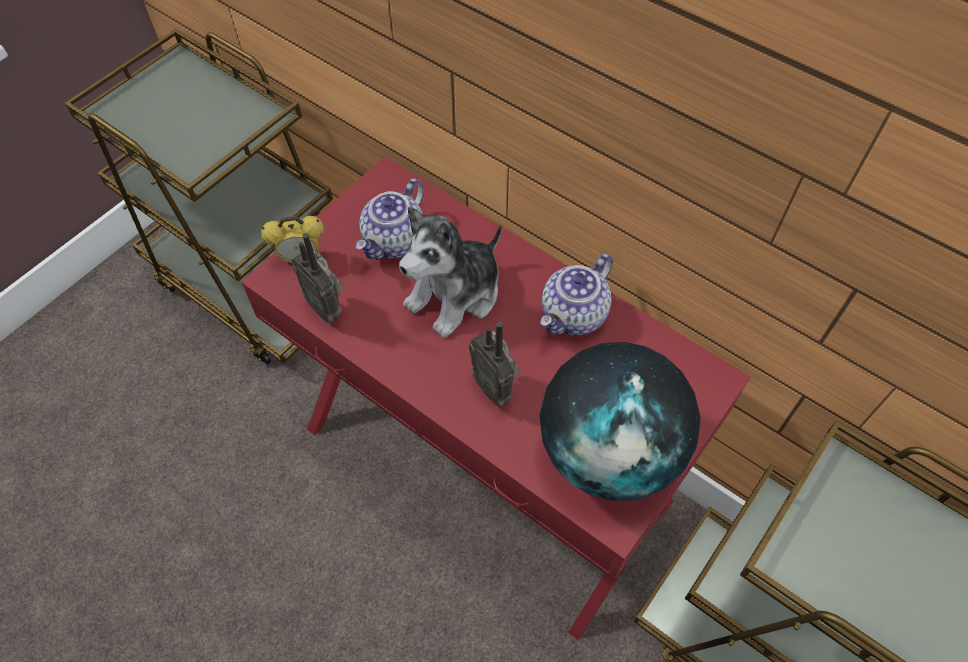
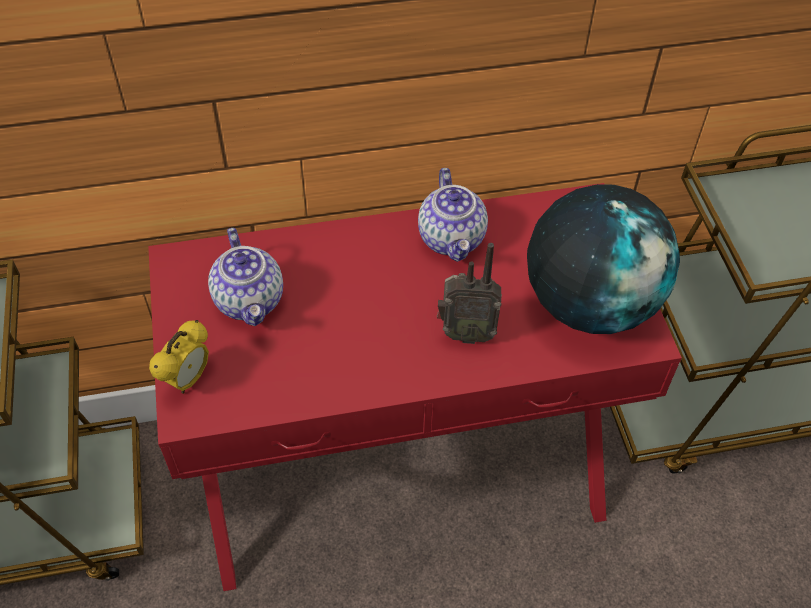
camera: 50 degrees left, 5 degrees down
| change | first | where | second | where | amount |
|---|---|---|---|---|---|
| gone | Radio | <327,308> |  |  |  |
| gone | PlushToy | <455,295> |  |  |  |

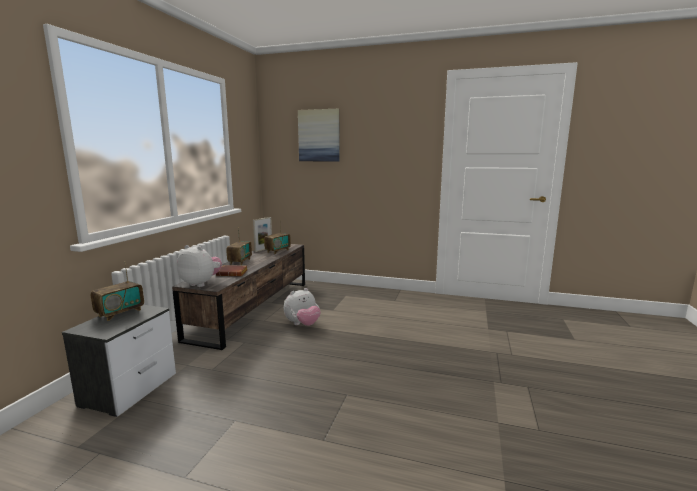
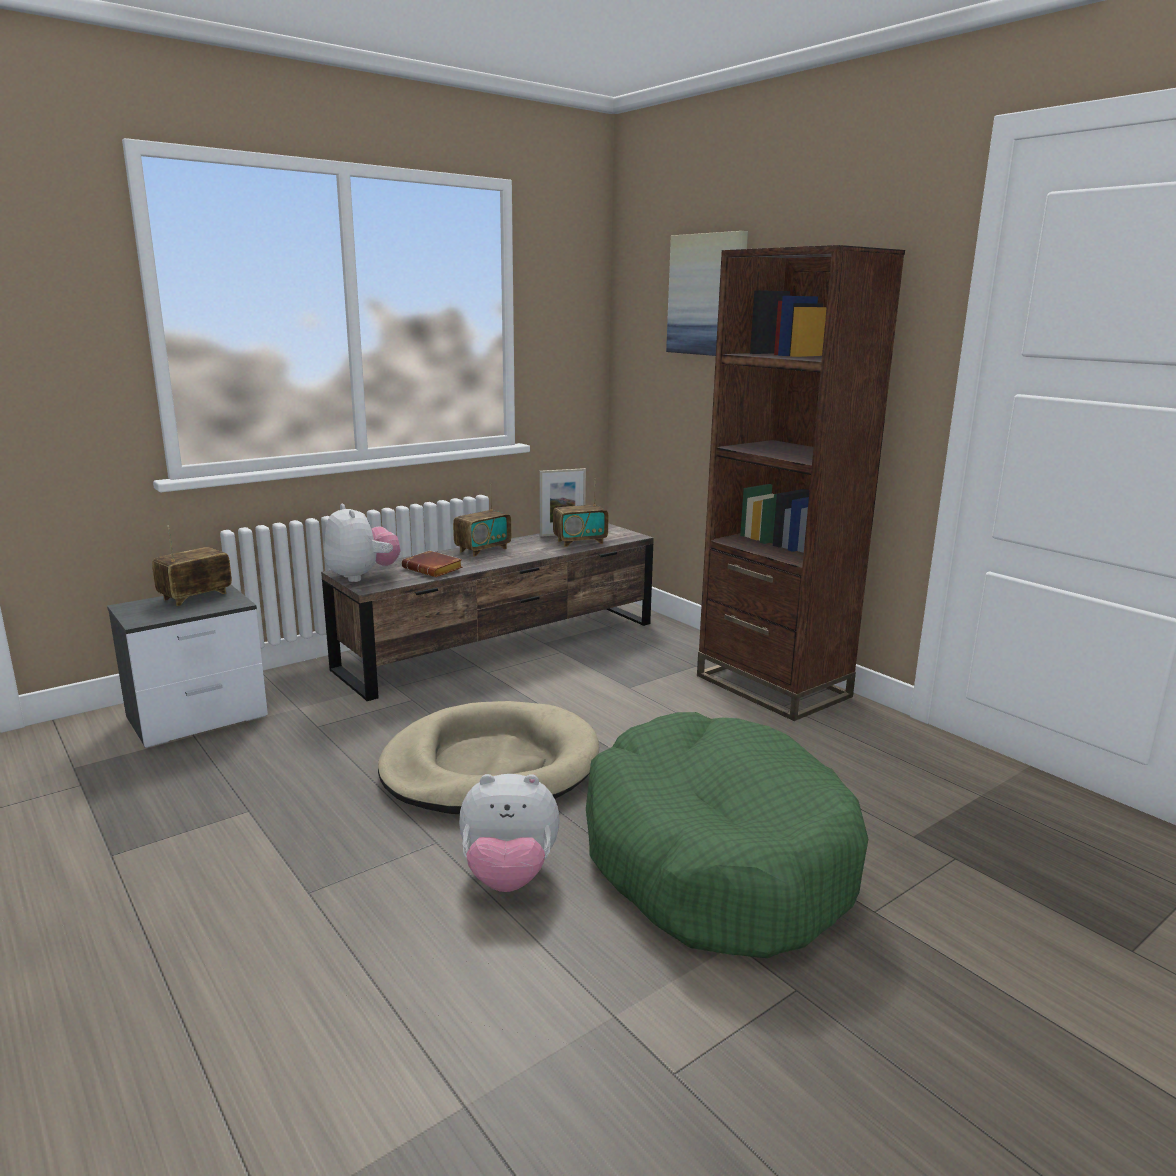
camera: 35 degrees right, 5 degrees up
| change | first | where | second | where | amount |
|---|---|---|---|---|---|
| rotated | Radio | <120,313> |  | <195,597> | 150 degrees clockwise |
| new |  |  | BeigeDogBed | <490,766> |  |
| shifted | PlushToy | <302,324> |  | <509,876> |  |
| new |  |  | GreenDogBed | <715,858> |  |
| new |  |  | BrownBookcase | <772,686> |  |

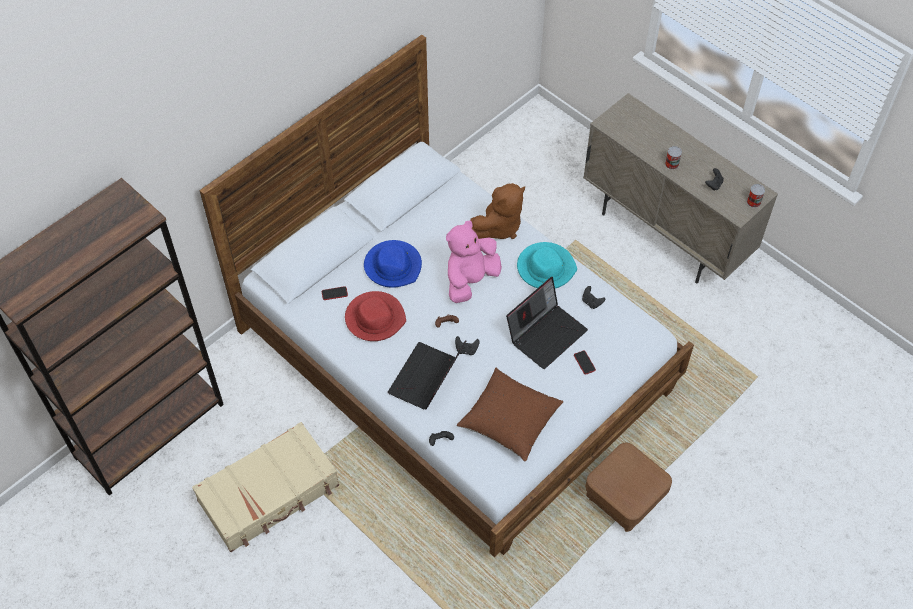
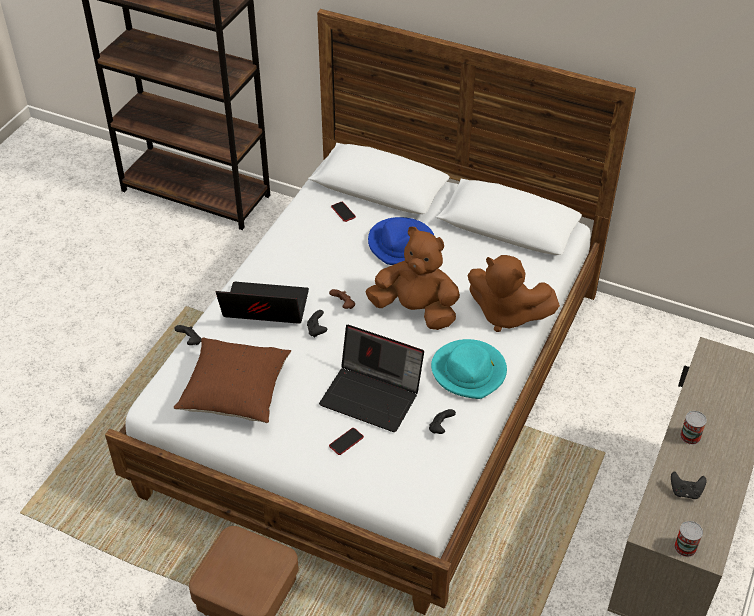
camera: 70 degrees right, 10 degrees down
| change | first | where | second | where | amount |
|---|---|---|---|---|---|
| repainted | PinkPlushToy | <470,280> | BrownPlushToy | <415,310> |  |
| gone | BeigeSuitcase | <269,494> |  |  |  |
| gone | RedHat | <375,318> |  |  |  |

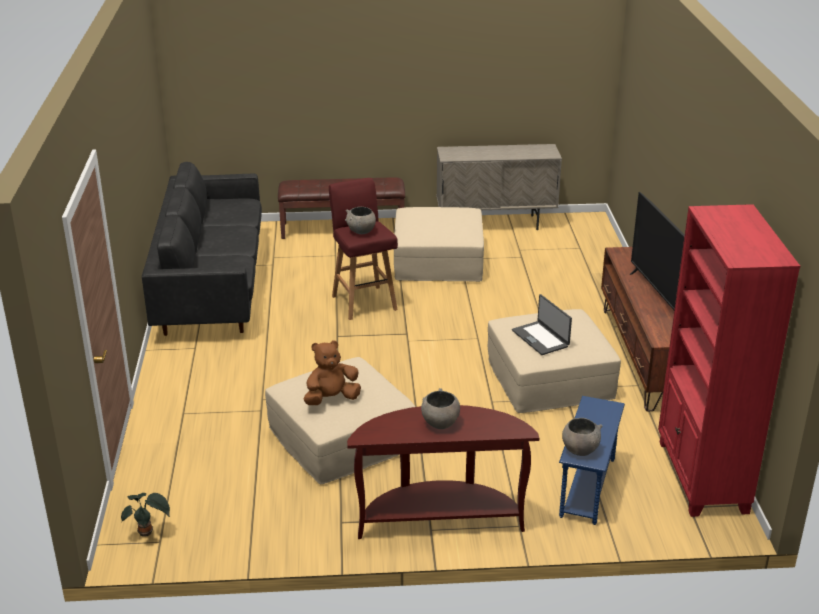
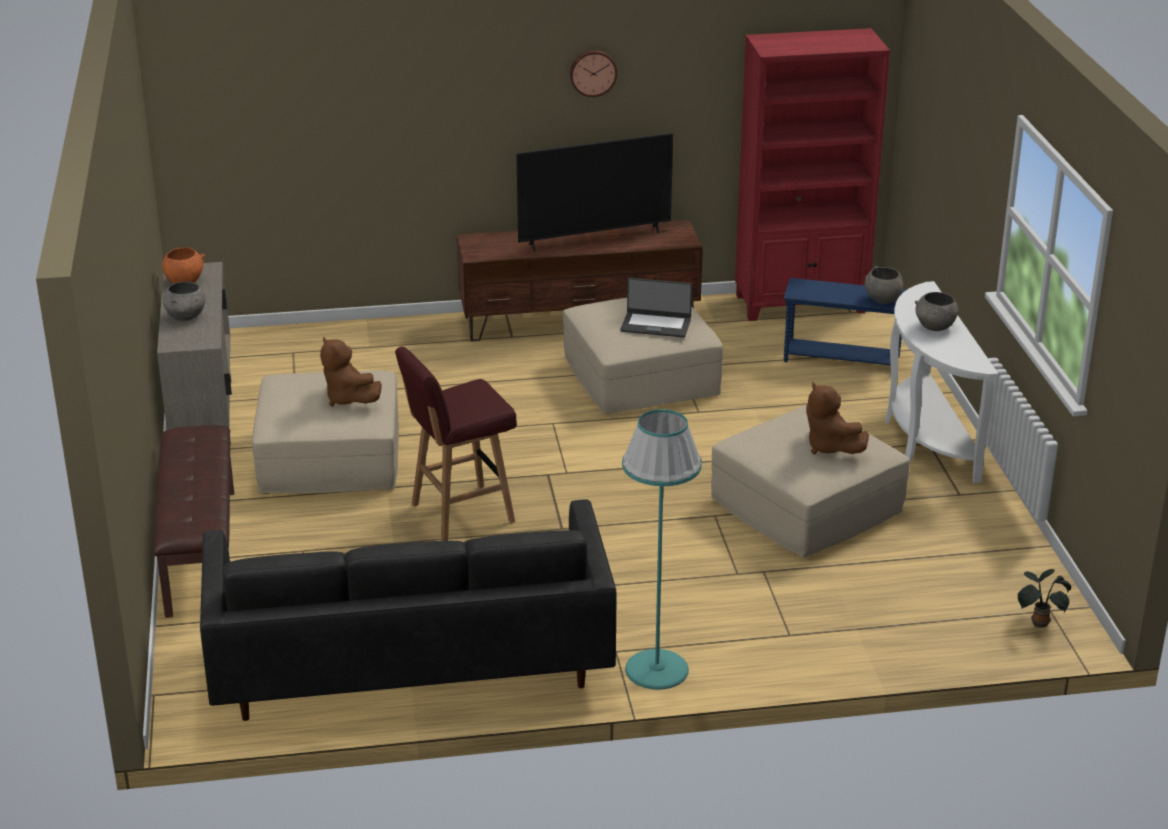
camera: 95 degrees left, 0 degrees up
| change | first | where | second | where | amount |
|---|---|---|---|---|---|
| new |  |  | OrangeBowl | <184,281> |  |
| shifted | GreyBowl | <361,231> |  | <186,316> |  |
| new |  |  | BrownPlushToy | <348,399> |  |
| new |  |  | WallClock | <593,72> |  |
| rotated | Laptop | <541,338> |  | <656,325> | 45 degrees clockwise |
| new |  |  | TurquoiseFloorLamp | <656,669> |  |
| repainted | BrownConsoleTable | <439,518> | WhiteConsoleTable | <926,437> |  |

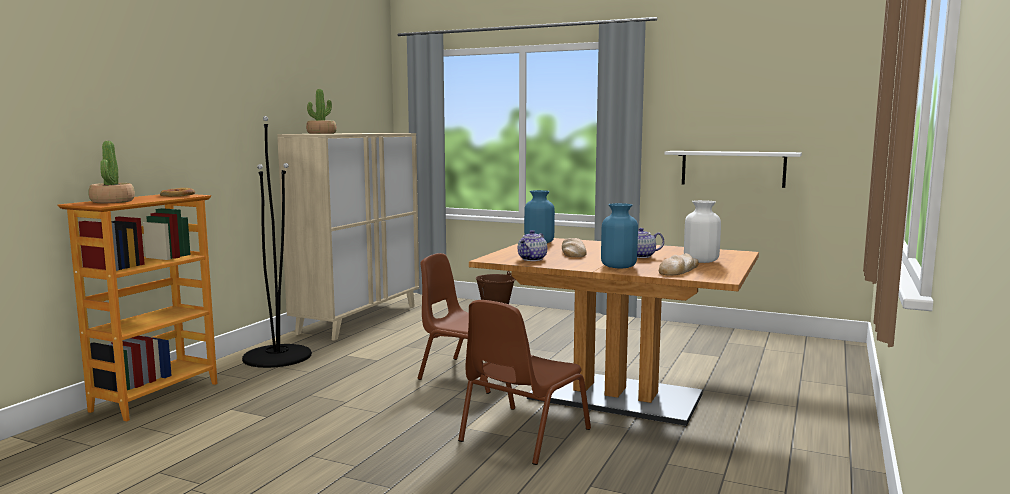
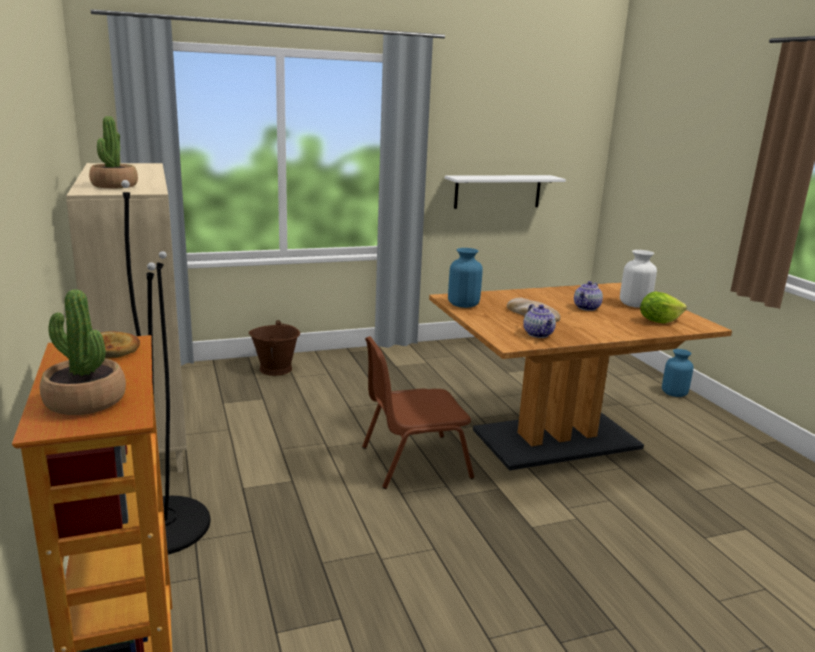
camera: 45 degrees left, 10 degrees up
| change | first | where | second | where | amount |
|---|---|---|---|---|---|
| swapped | Bread | <678,270> | Lettuce | <658,321> |  |
| shifted | BlueVase | <618,266> |  | <674,393> |  |
| gone | BrownChair | <522,435> |  |  |  |

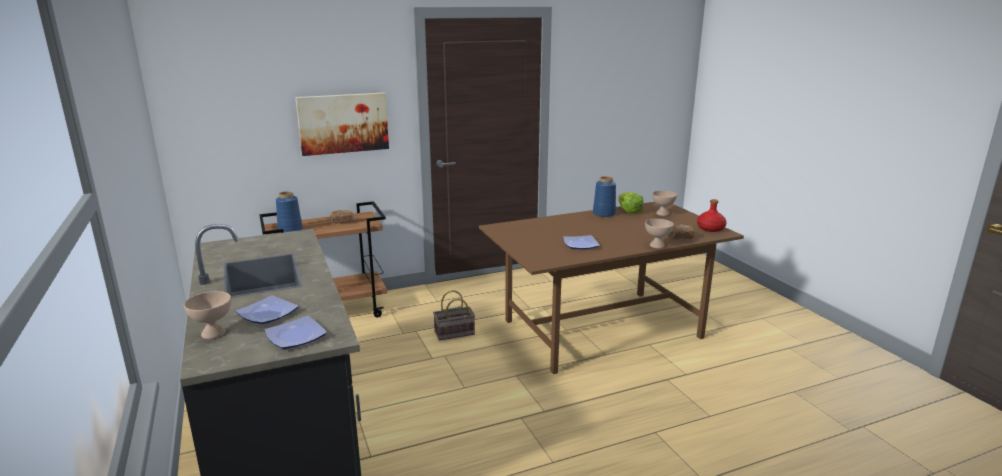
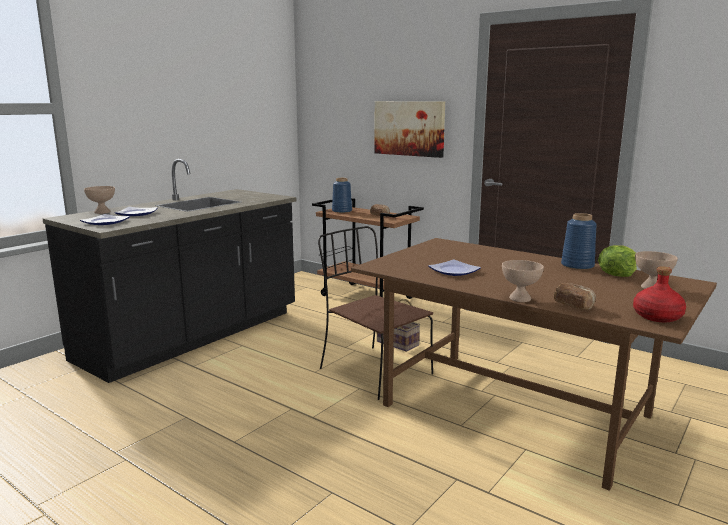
camera: 60 degrees right, 5 degrees down
| change | first | where | second | where | amount |
|---|---|---|---|---|---|
| new |  |  | BrownChair | <373,371> |  |

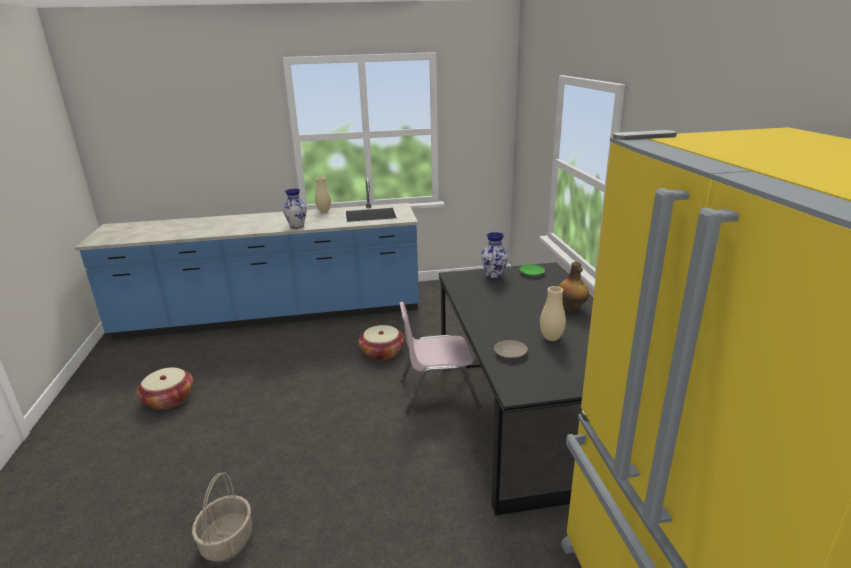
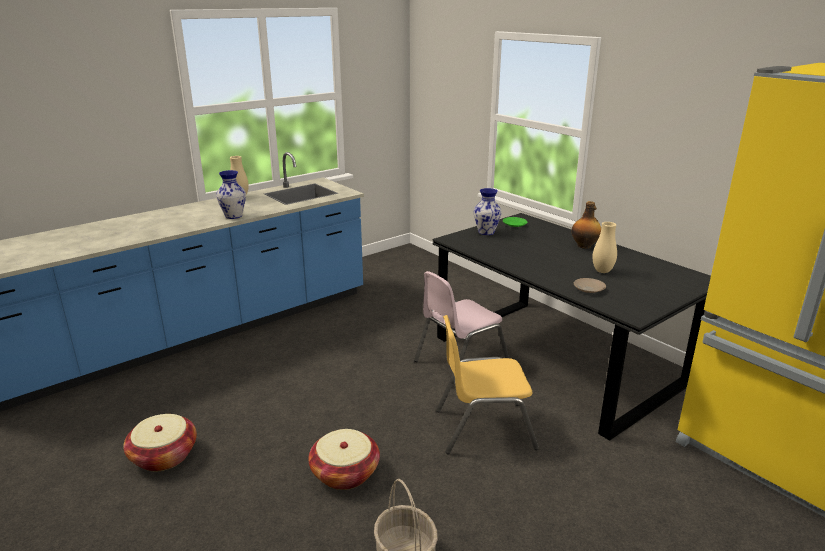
camera: 30 degrees left, 0 degrees up
| change | first | where | second | where | amount |
|---|---|---|---|---|---|
| shifted | Basket | <382,352> |  | <345,473> |  |
| new |  |  | YellowChair | <484,428> |  |

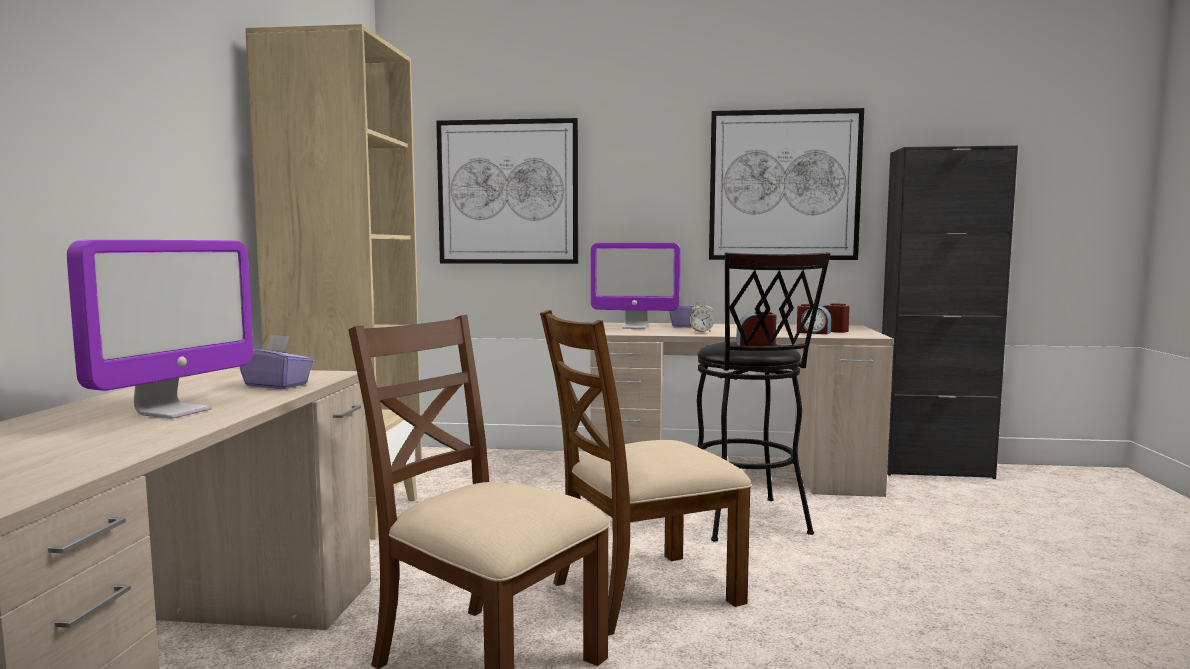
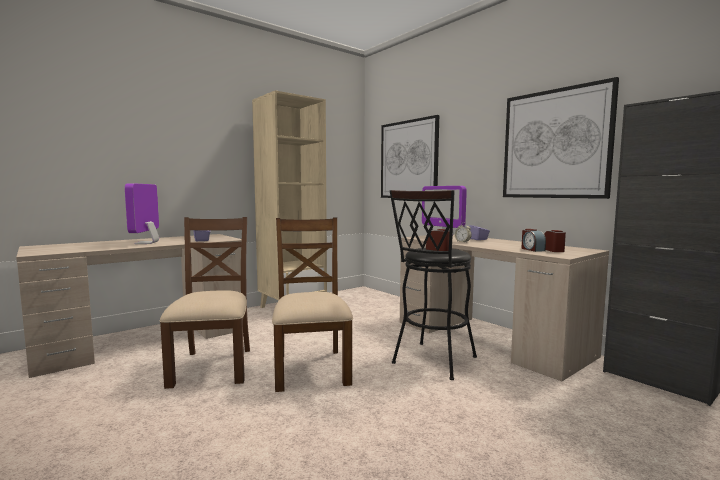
camera: 45 degrees right, 0 degrees up
| change | first | where | second | where | amount |
|---|---|---|---|---|---|
| rotated | Monitor | <173,412> |  | <147,243> | 105 degrees clockwise |
| rotated | BrownChair | <643,591> |  | <311,368> | 60 degrees clockwise |

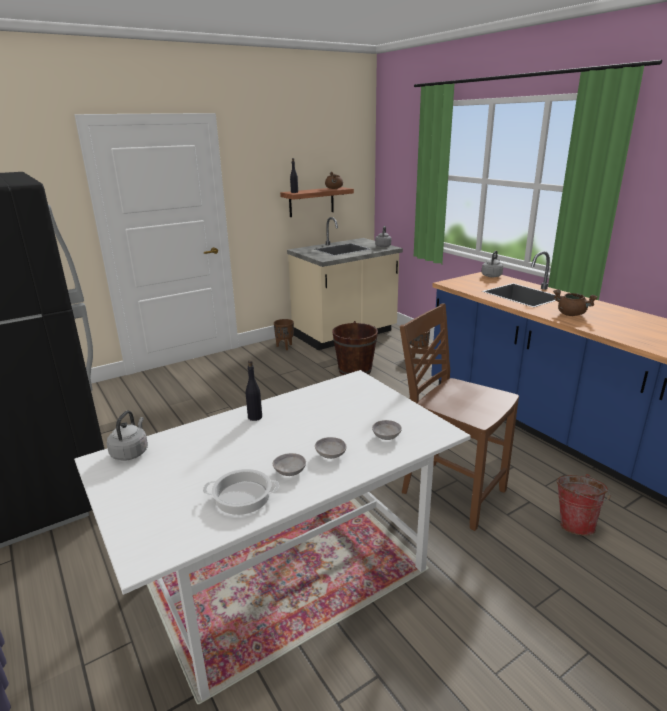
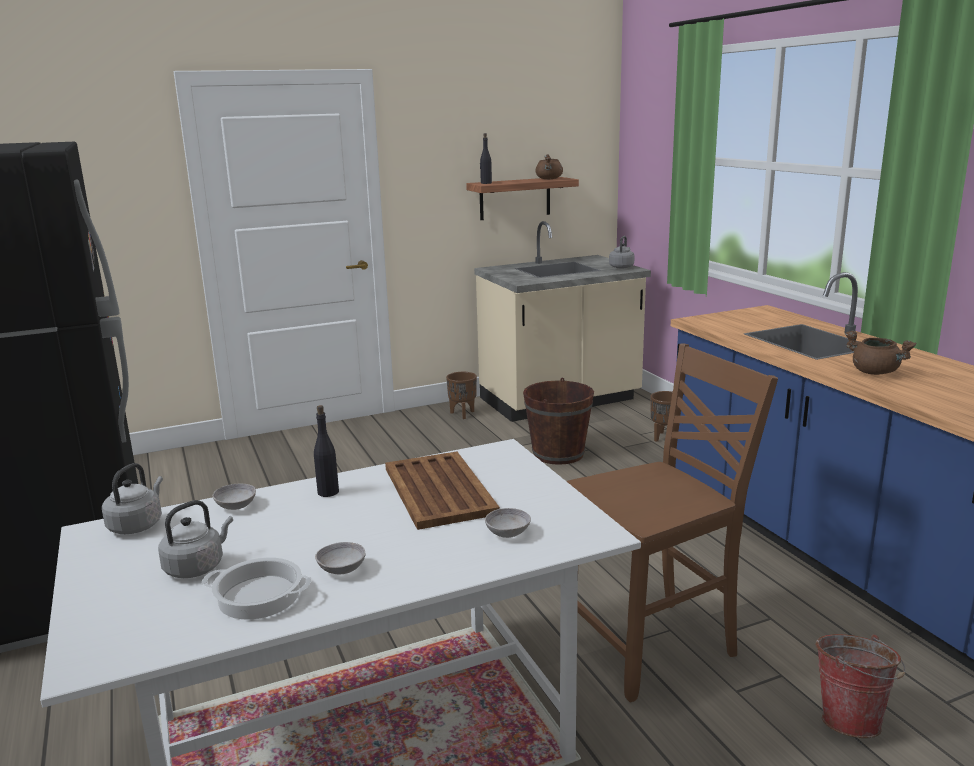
camera: 10 degrees right, 5 degrees down
| change | first | where | second | where | amount |
|---|---|---|---|---|---|
| shifted | GreyKettle | <492,275> |  | <197,567> |  |
| shifted | GreyBowl | <330,455> |  | <236,506> |  |
| new |  |  | BrownTray | <439,491> |  |
| rotated | BrownChair | <451,491> |  | <653,646> | 105 degrees clockwise |

